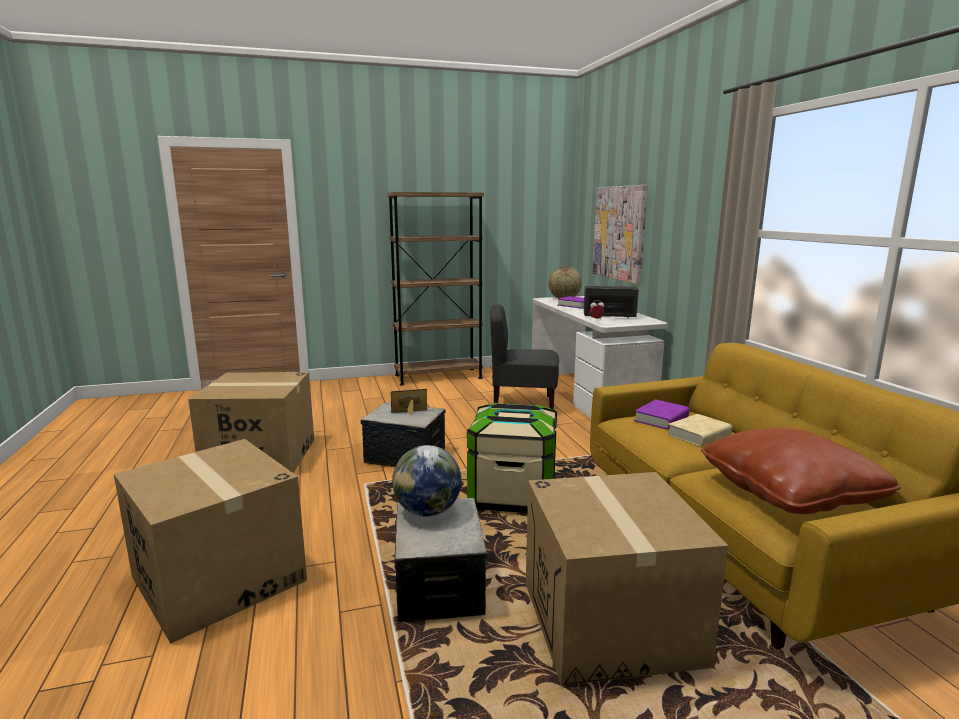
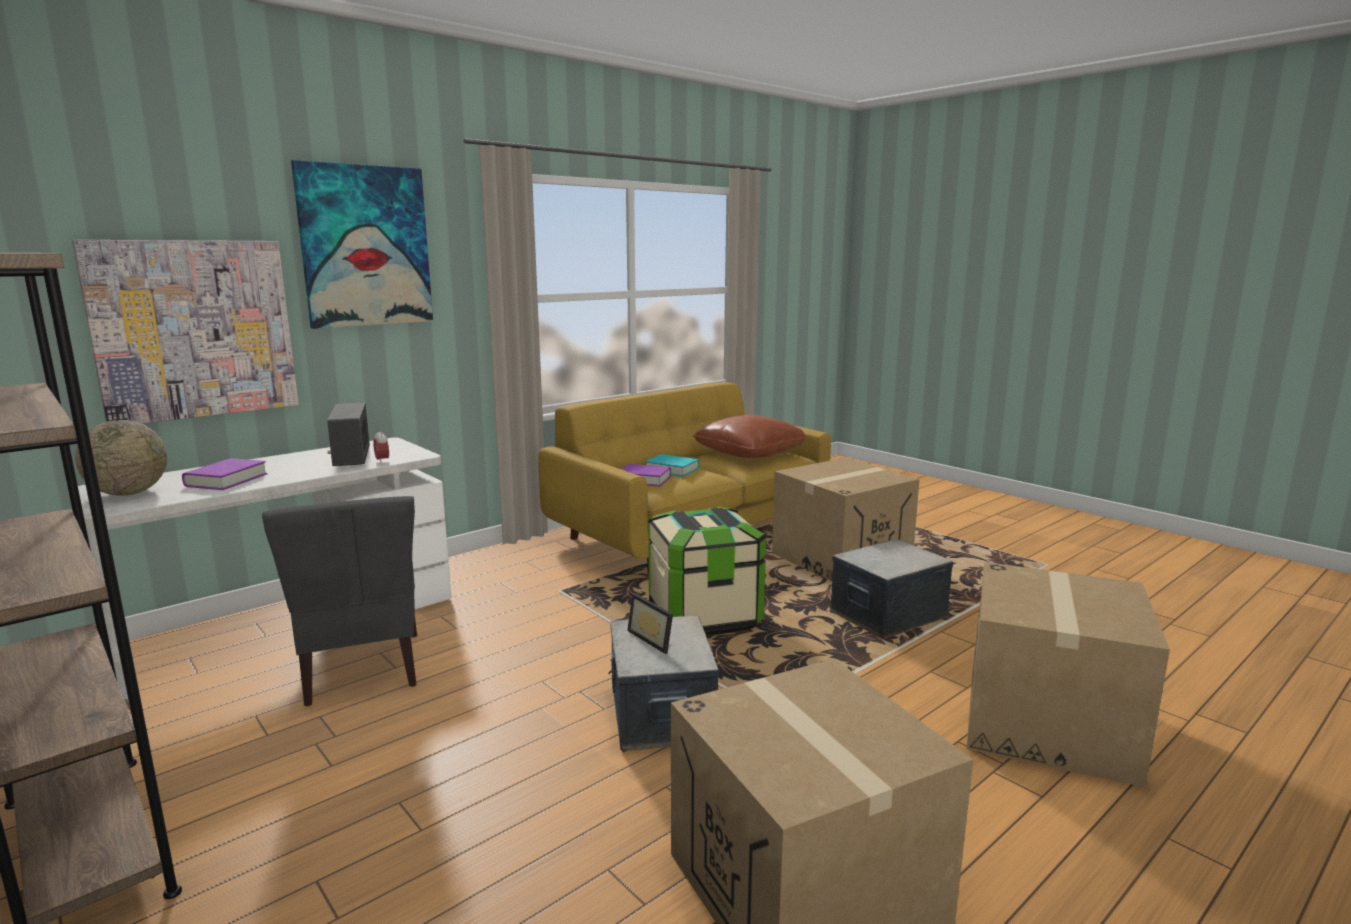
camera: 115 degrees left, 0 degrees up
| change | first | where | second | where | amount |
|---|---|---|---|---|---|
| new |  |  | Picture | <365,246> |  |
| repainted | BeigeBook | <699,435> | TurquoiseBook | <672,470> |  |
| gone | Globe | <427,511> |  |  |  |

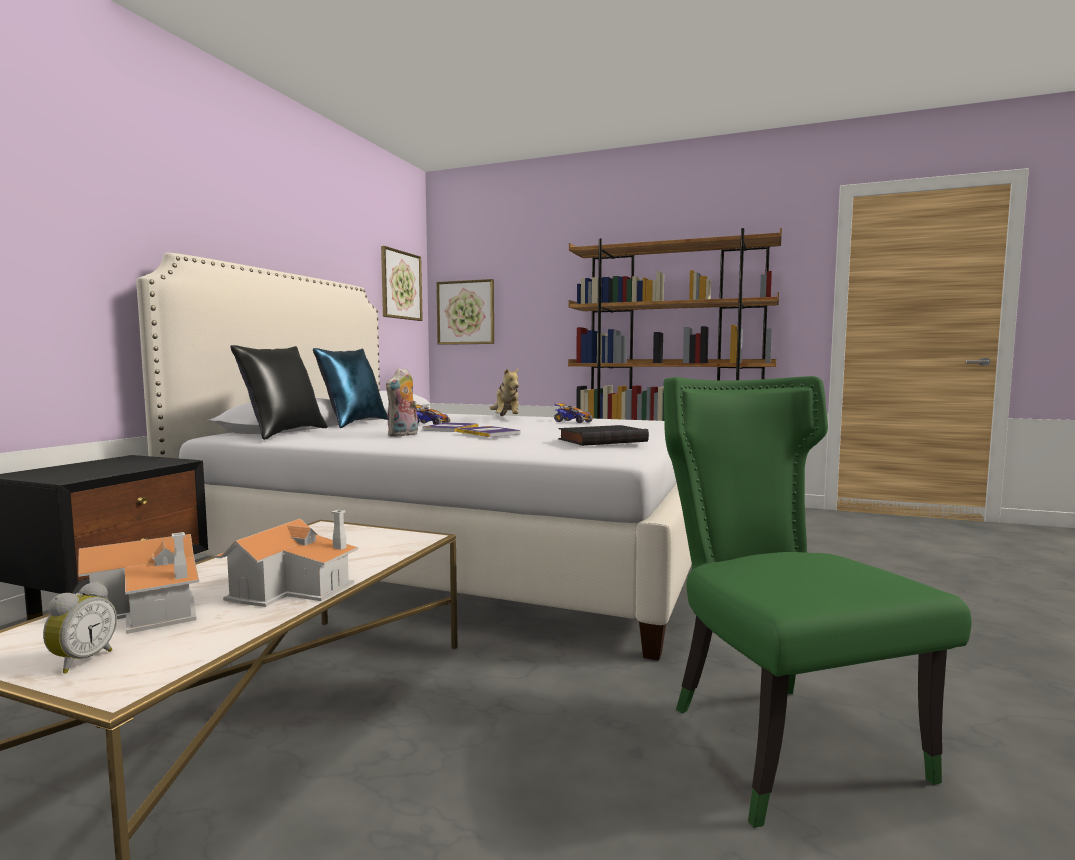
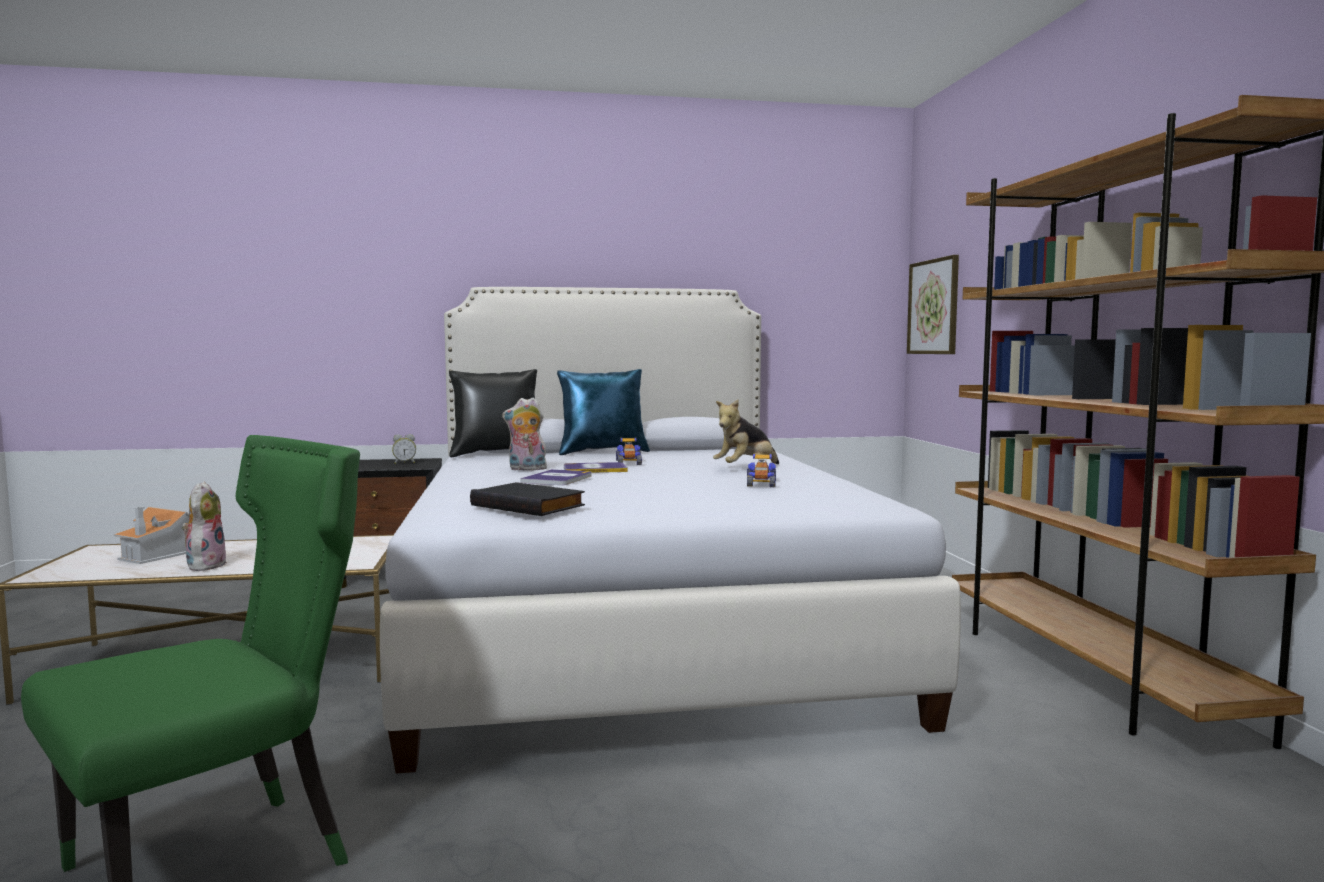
camera: 60 degrees right, 0 degrees up
| change | first | where | second | where | amount |
|---|---|---|---|---|---|
| swapped | ToyHouse | <294,588> | PlushToy | <205,565> |  |
| shifted | AlarmClock | <81,661> |  | <404,463> |  |
| gone | Picture | <401,285> |  |  |  |

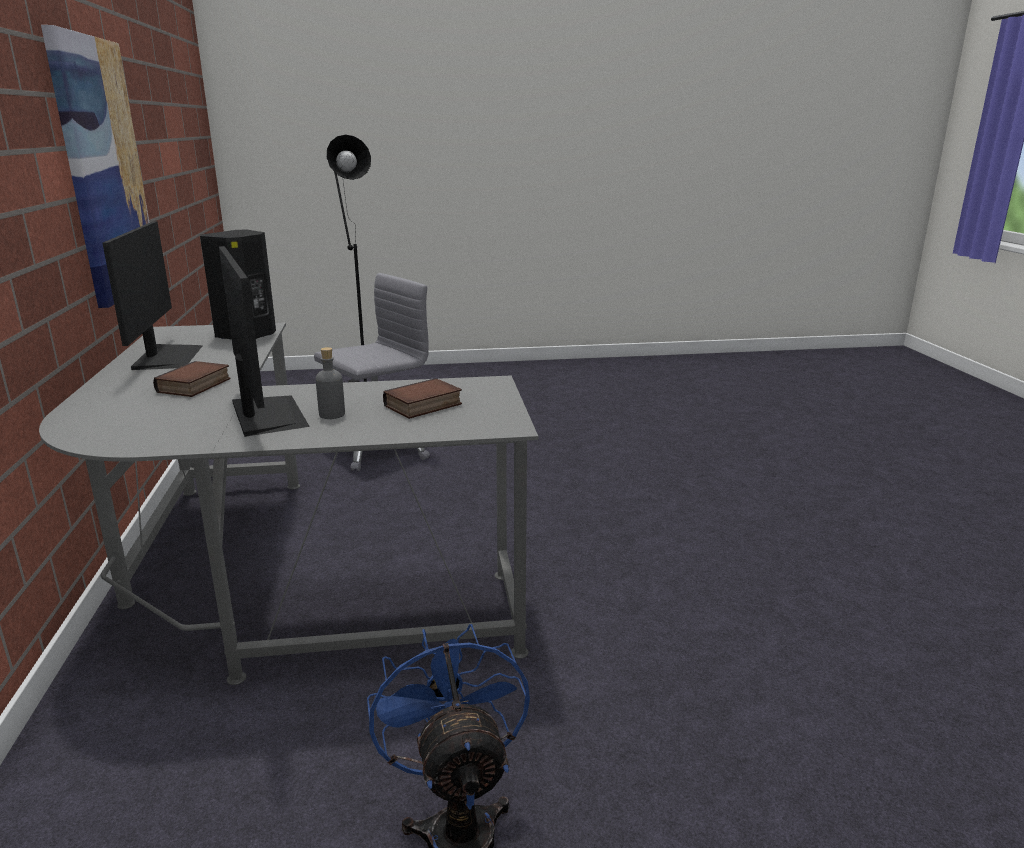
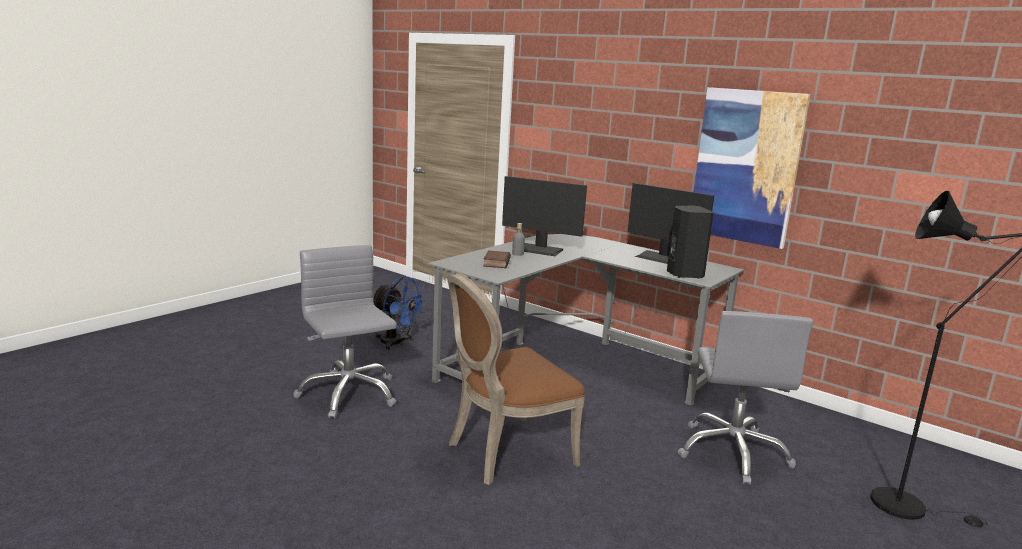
camera: 135 degrees right, 5 degrees down
| change | first | where | second | where | amount |
|---|---|---|---|---|---|
| new |  |  | GreyOfficeChair | <348,394> |  |
| new |  |  | BrownChair | <505,453> |  |
| gone | Book | <195,386> |  |  |  |

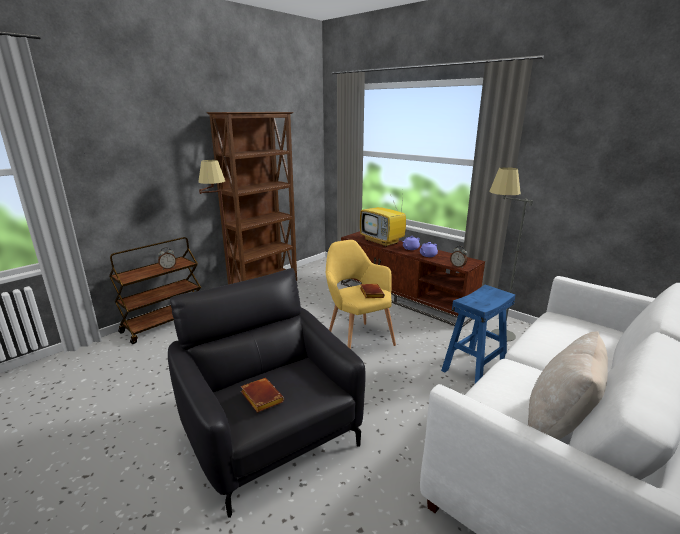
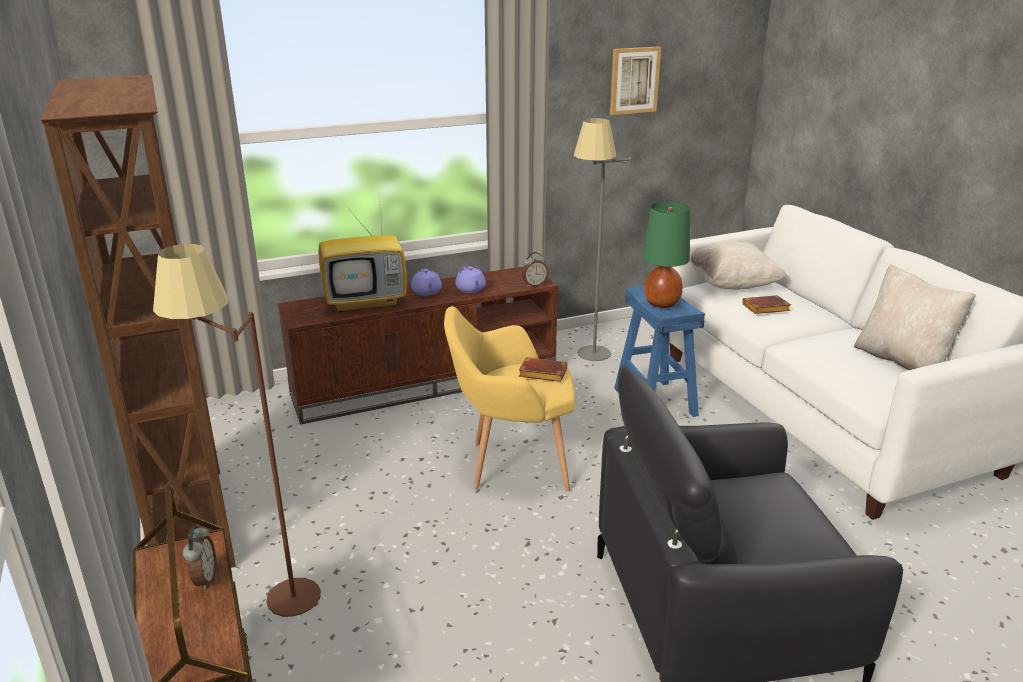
camera: 65 degrees left, 5 degrees up
| change | first | where | second | where | amount |
|---|---|---|---|---|---|
| new |  |  | Picture | <634,80> |  |
| new |  |  | GreenTableLamp | <661,303> |  |
| new |  |  | BeigePillow | <731,284> |  |
| shifted | BrownBook | <260,397> |  | <765,309> |  |

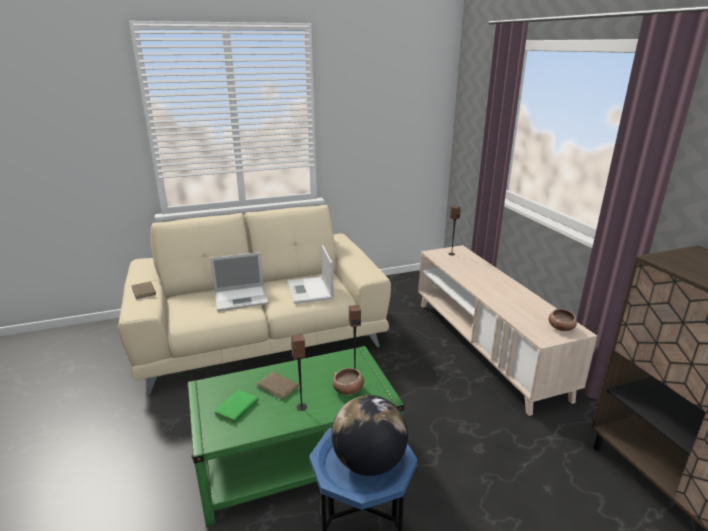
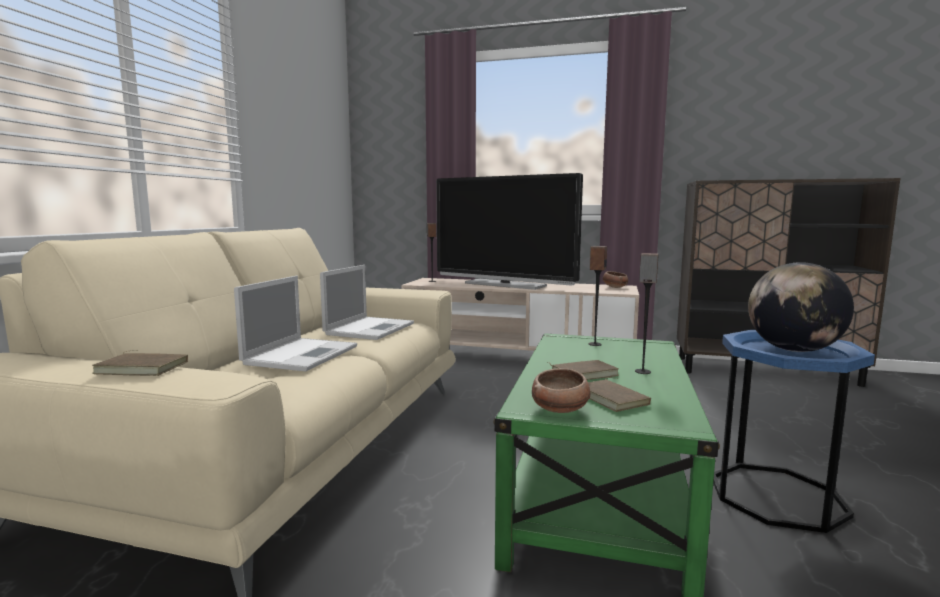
camera: 55 degrees left, 15 degrees down
| change | first | where | second | where | amount |
|---|---|---|---|---|---|
| rotated | Laptop | <310,290> |  | <370,328> | 90 degrees counterclockwise |
| new |  |  | Television | <505,285> |  |
| shifted | Bowl | <348,390> |  | <560,409> |  |
| repainted | GreenBook | <238,408> | BrownBook | <613,398> |  |

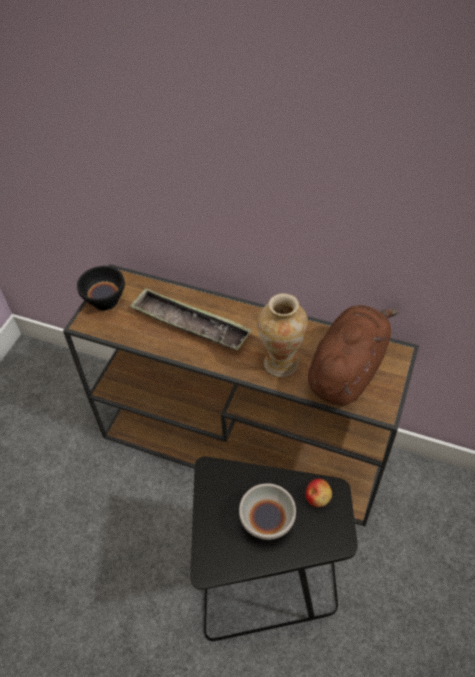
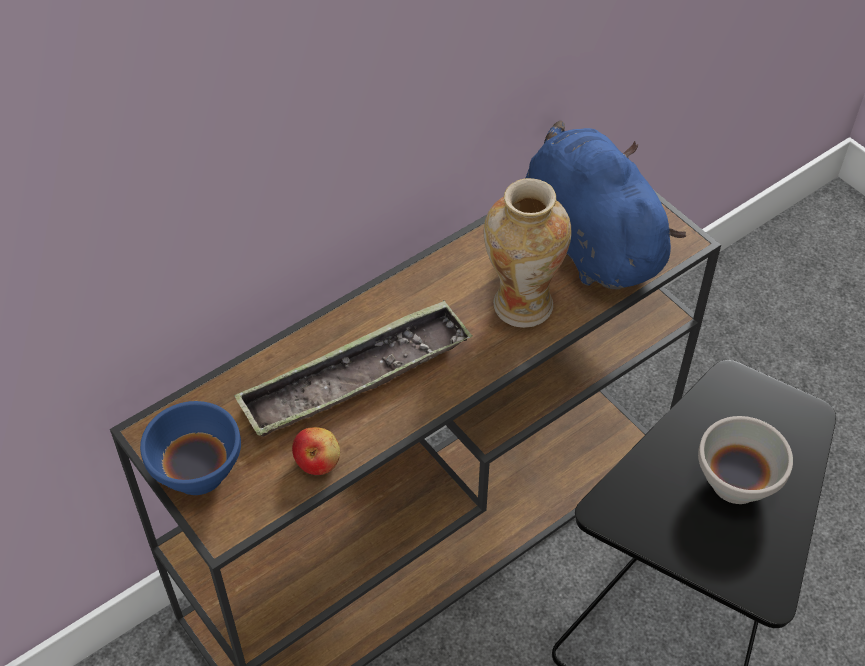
camera: 60 degrees left, 0 degrees up
| change | first | where | second | where | amount |
|---|---|---|---|---|---|
| repainted | BlackBowl | <106,300> | BlueBowl | <198,471> |  |
| shifted | Apple | <318,497> |  | <317,461> |  |
| repainted | BrownPlushToy | <347,369> | BluePlushToy | <588,240> |  |

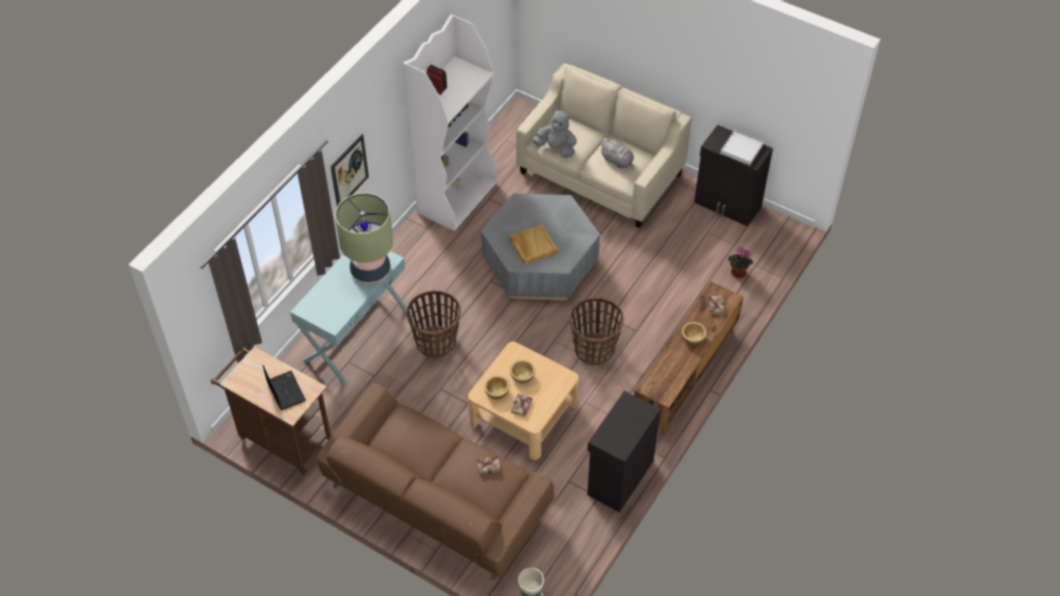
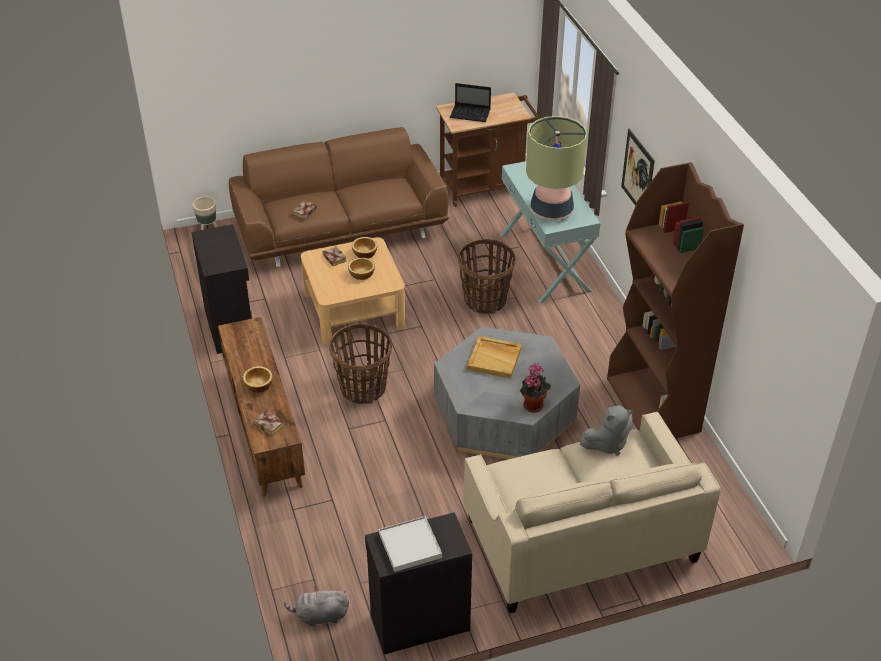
camera: 130 degrees right, 10 degrees down
| change | first | where | second | where | amount |
|---|---|---|---|---|---|
| shifted | GreyPlushToy | <618,161> |  | <320,616> |  |
| shifted | PottedPlant | <737,273> |  | <533,404> |  |
| repainted | WhiteBookcase | <457,197> | BrownBookcase | <653,405> |  |

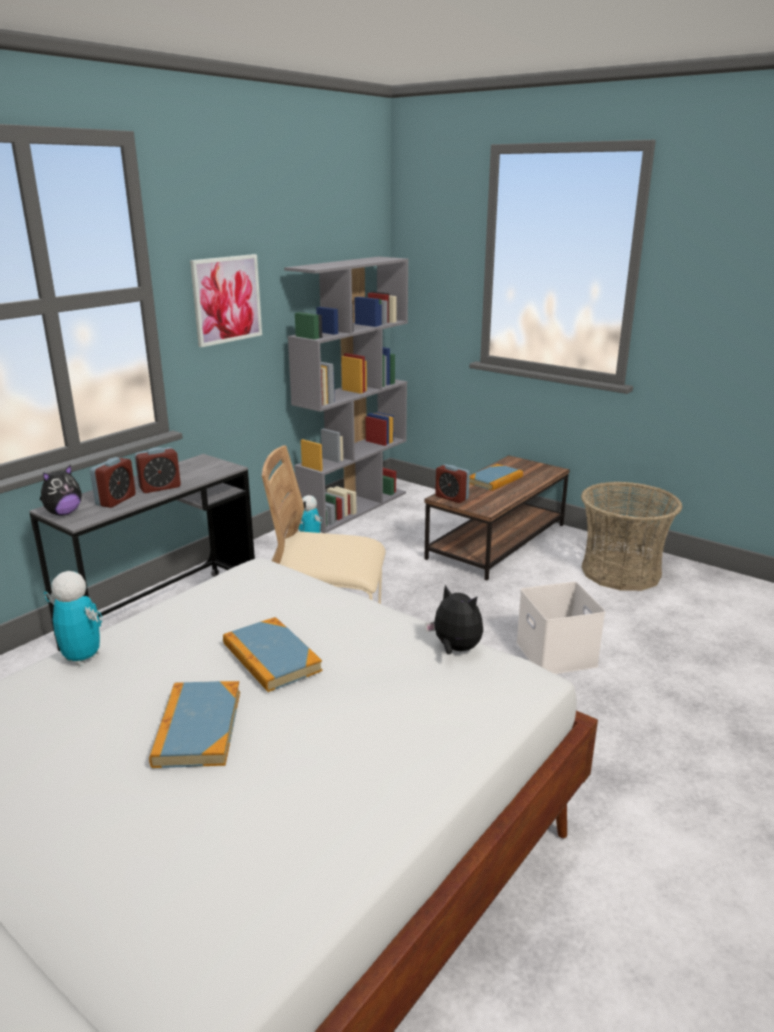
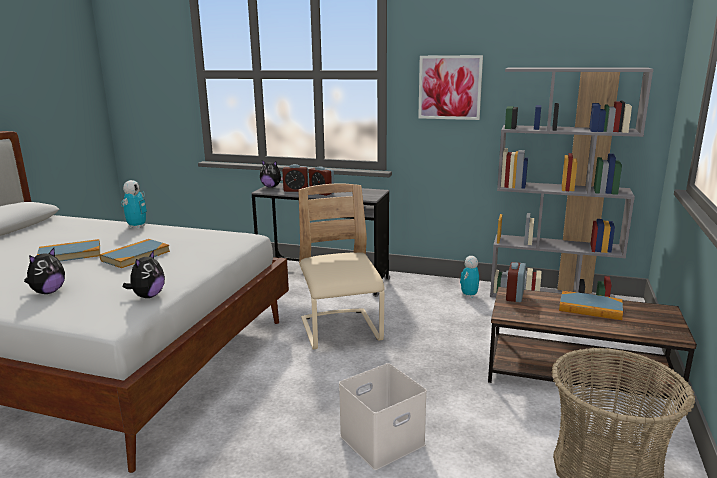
camera: 70 degrees right, 5 degrees down
| change | first | where | second | where | amount |
|---|---|---|---|---|---|
| new |  |  | PlushToy | <48,292> |  |

